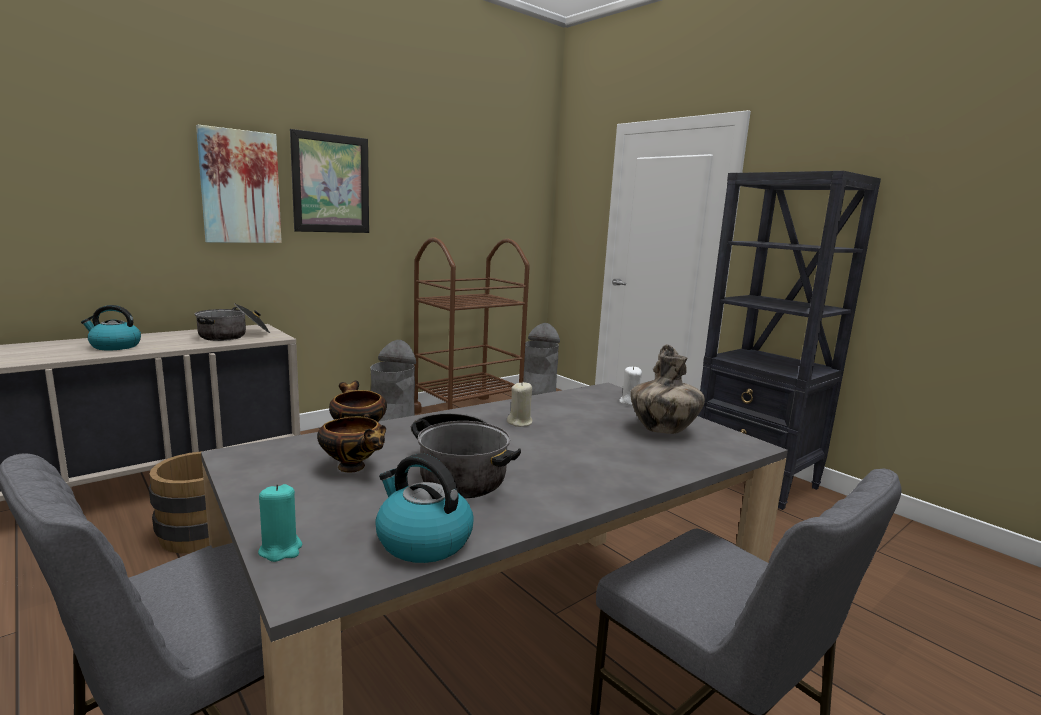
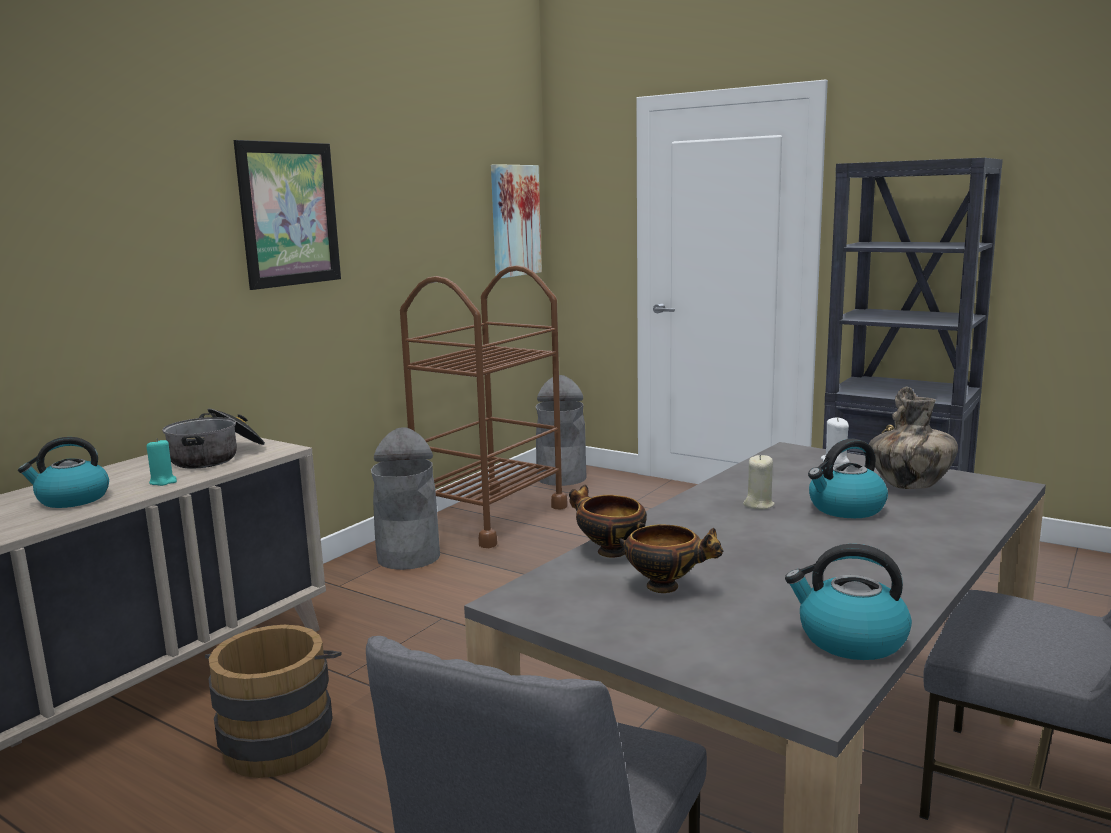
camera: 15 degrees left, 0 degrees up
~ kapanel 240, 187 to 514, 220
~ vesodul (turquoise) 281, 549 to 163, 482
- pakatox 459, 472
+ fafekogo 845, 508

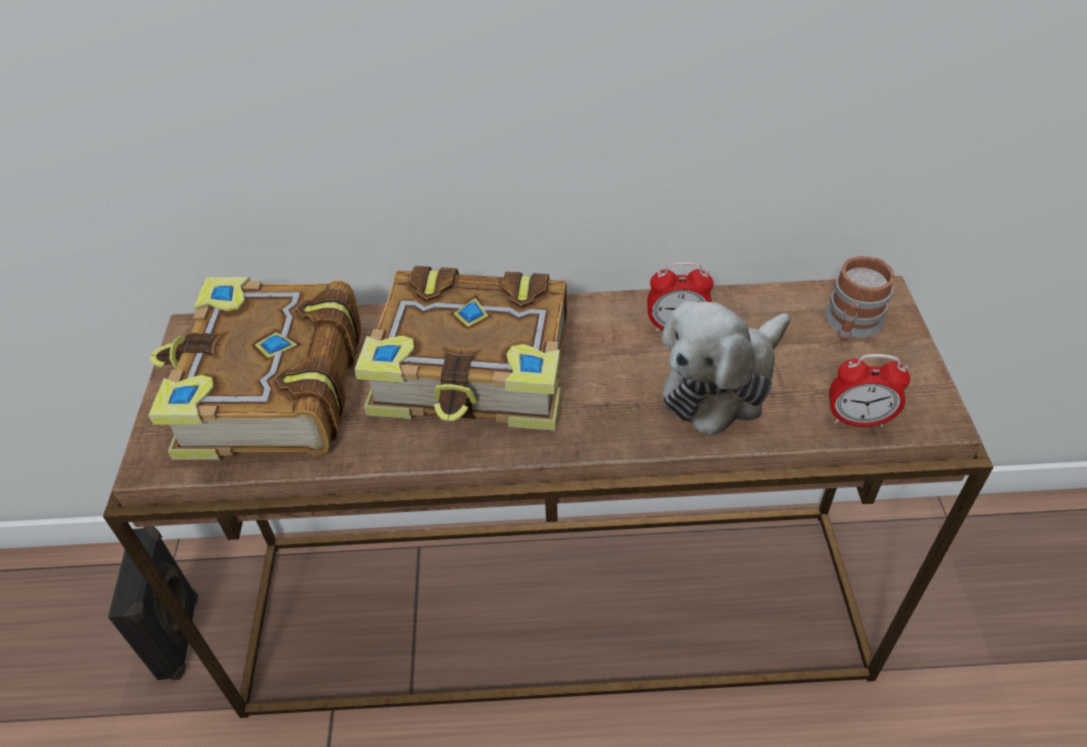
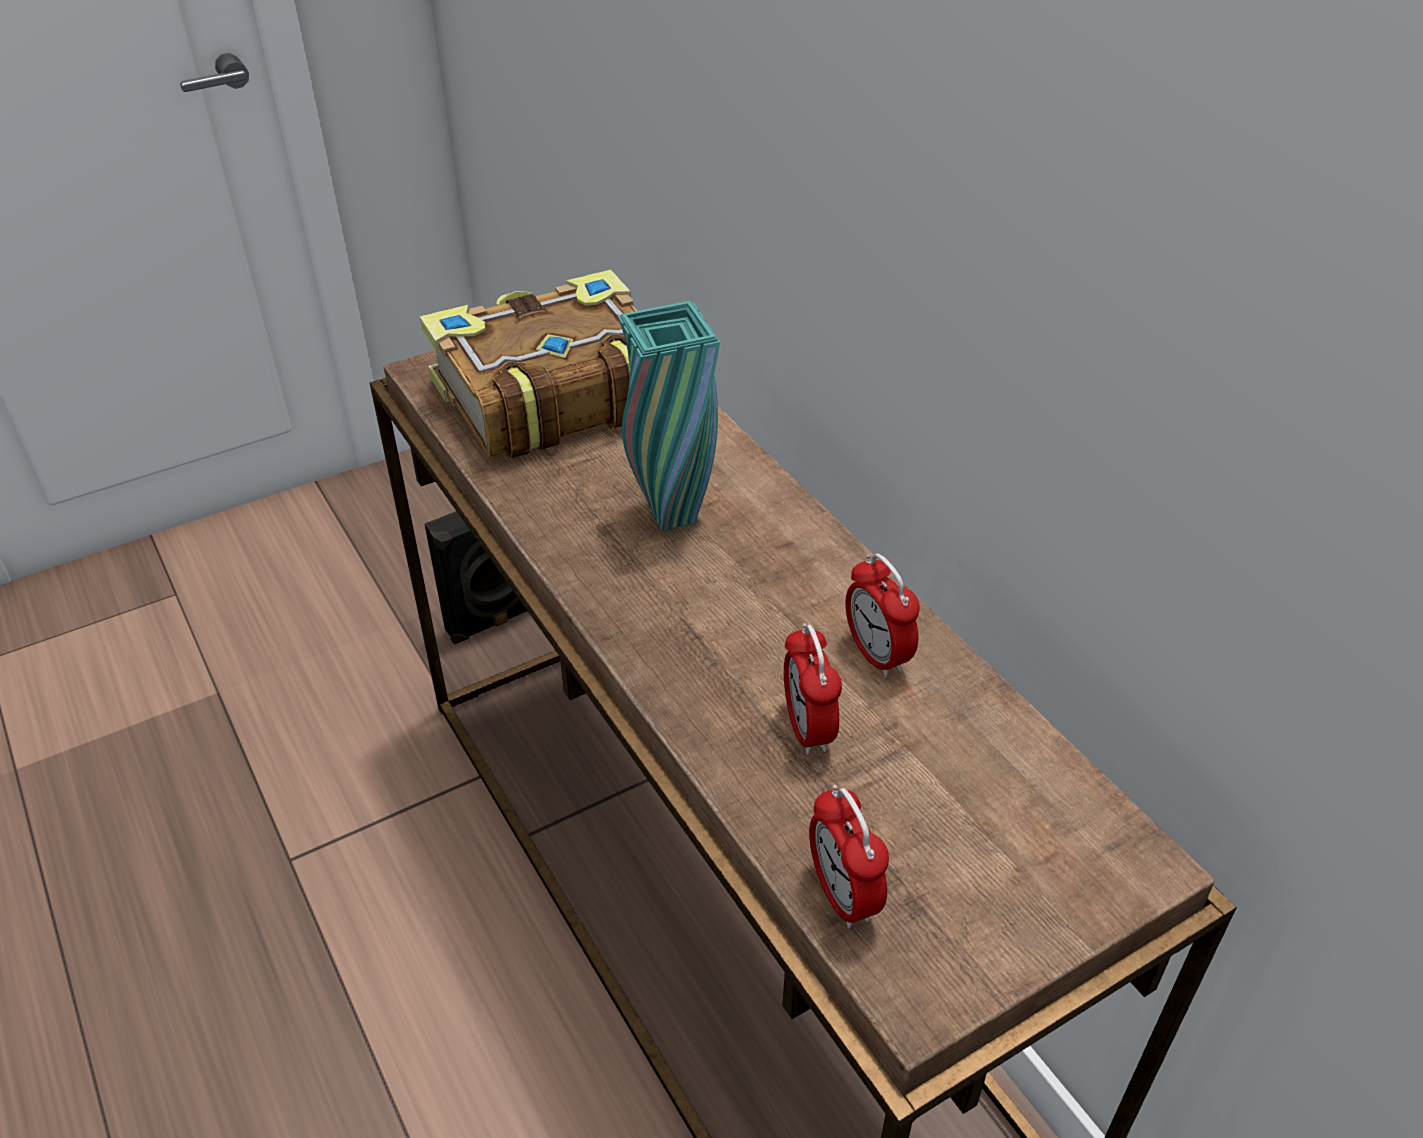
camera: 60 degrees right, 5 degrees down
~ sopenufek 476, 372 to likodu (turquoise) 673, 516
~ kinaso 721, 383 to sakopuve 808, 729
- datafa 850, 325

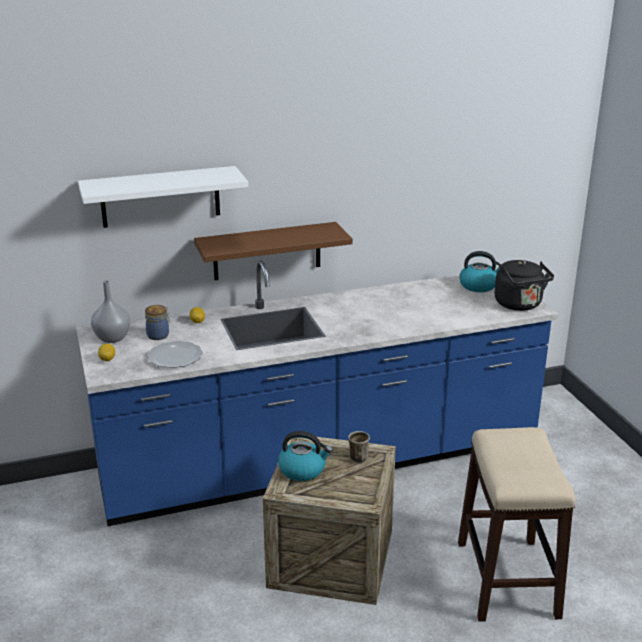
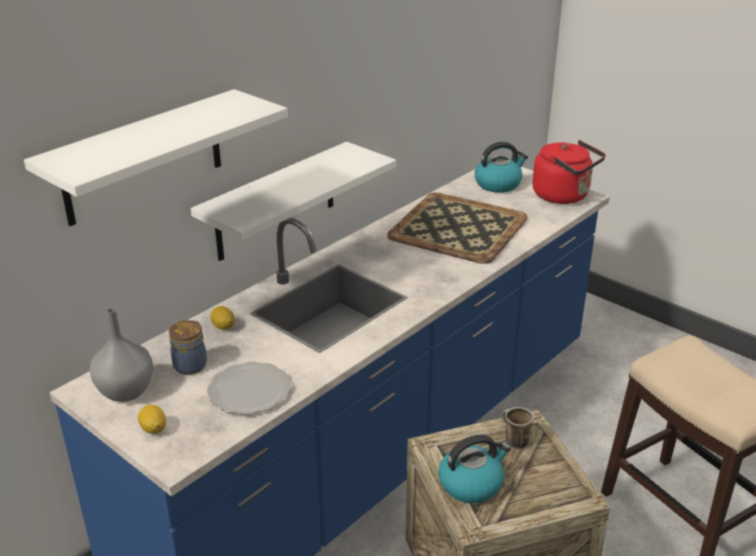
camera: 30 degrees left, 5 degrees up
~ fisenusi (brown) 267, 251 to fisenusi (white) 276, 202
~ fafekogo (black) 520, 305 to fafekogo (red) 564, 196
+ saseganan 456, 228

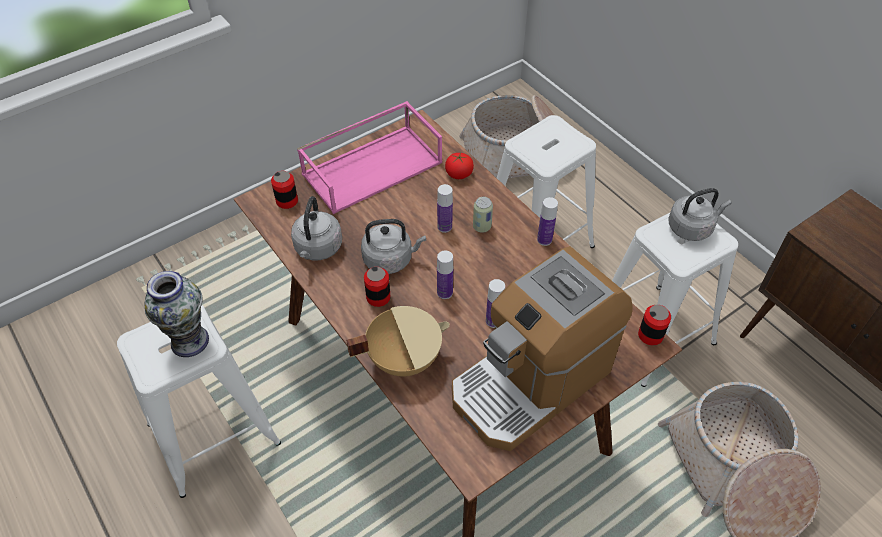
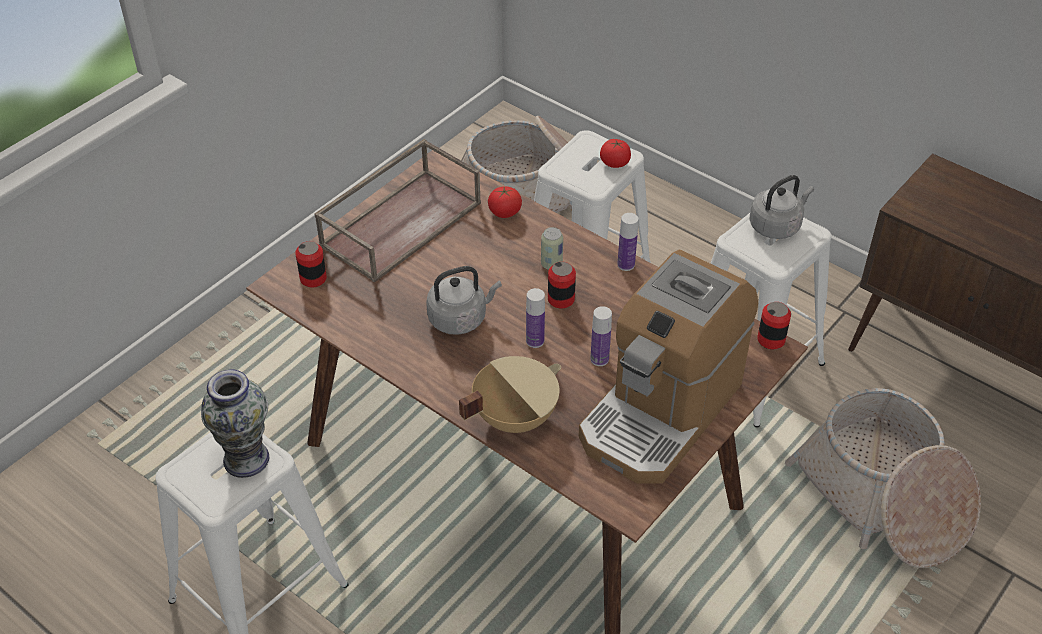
camera: 15 degrees left, 5 degrees down
- fafekogo (grey) 318, 249
~ saseganan (pink) 373, 167 to saseganan (brown) 401, 222
~ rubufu 378, 297 to 561, 299
- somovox 444, 227
+ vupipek 615, 163

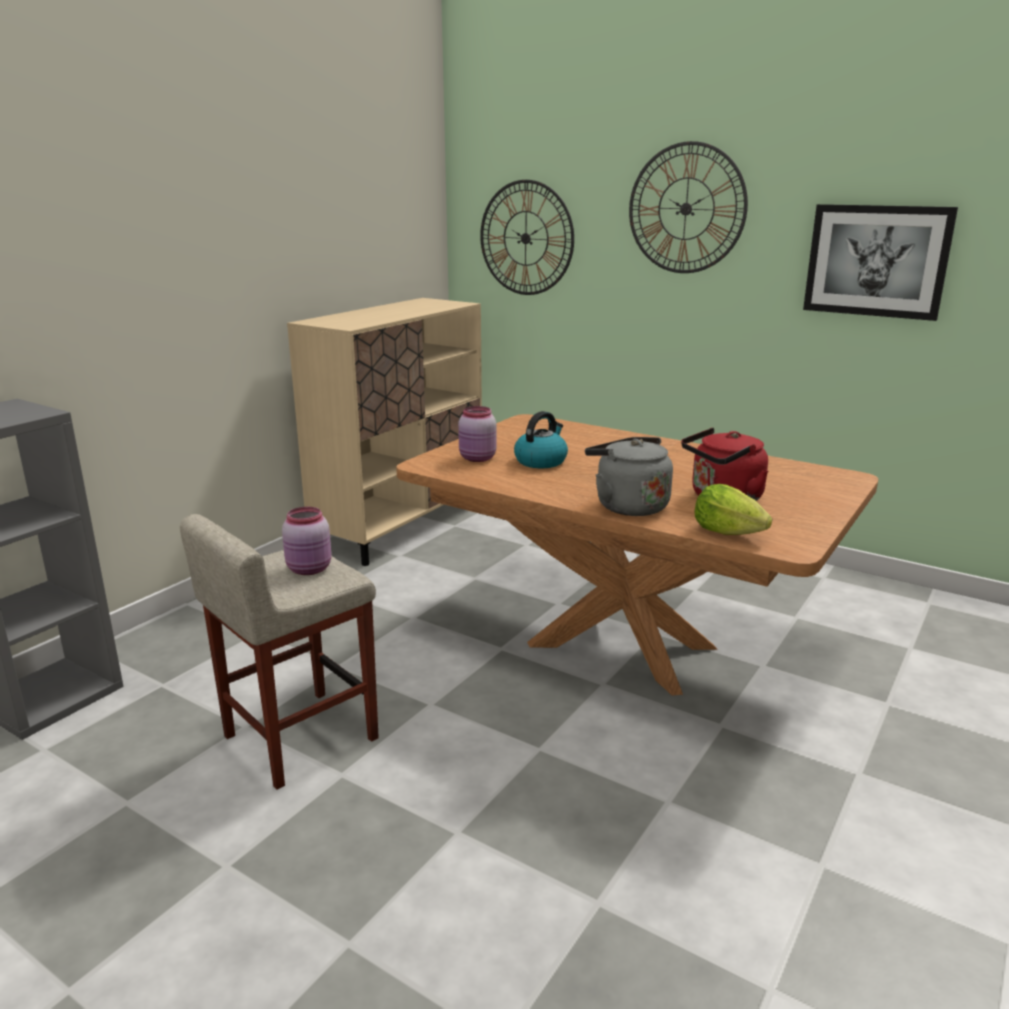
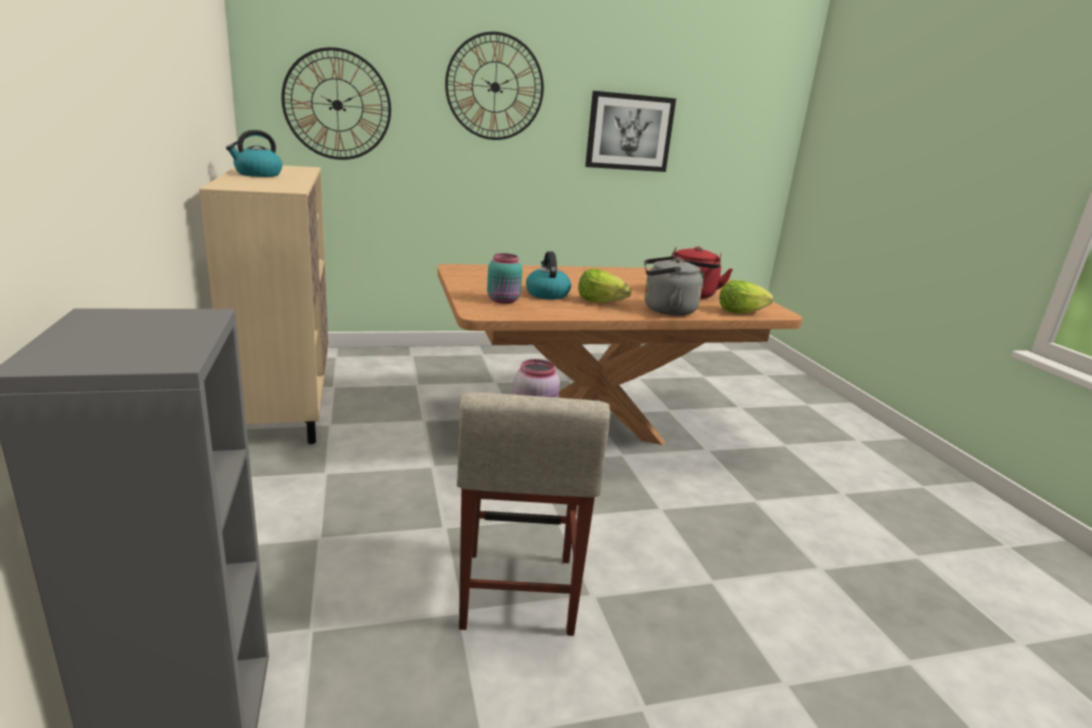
camera: 50 degrees left, 0 degrees up
~ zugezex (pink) 478, 458 to zugezex (turquoise) 504, 301
+ fafekogo 258, 174
+ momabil 600, 302

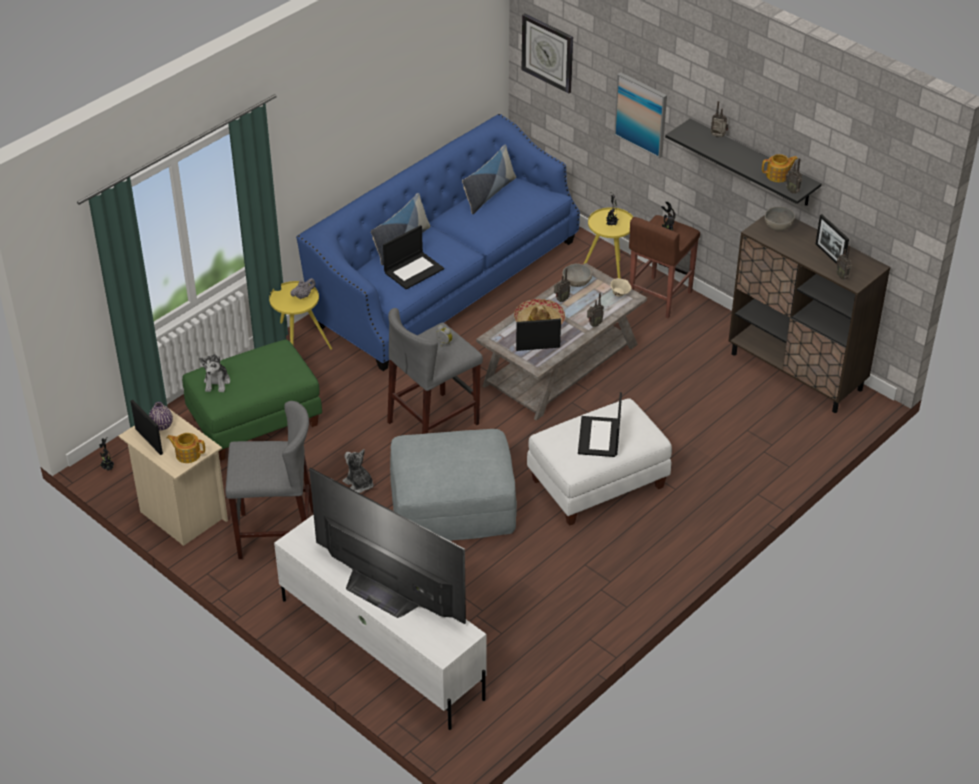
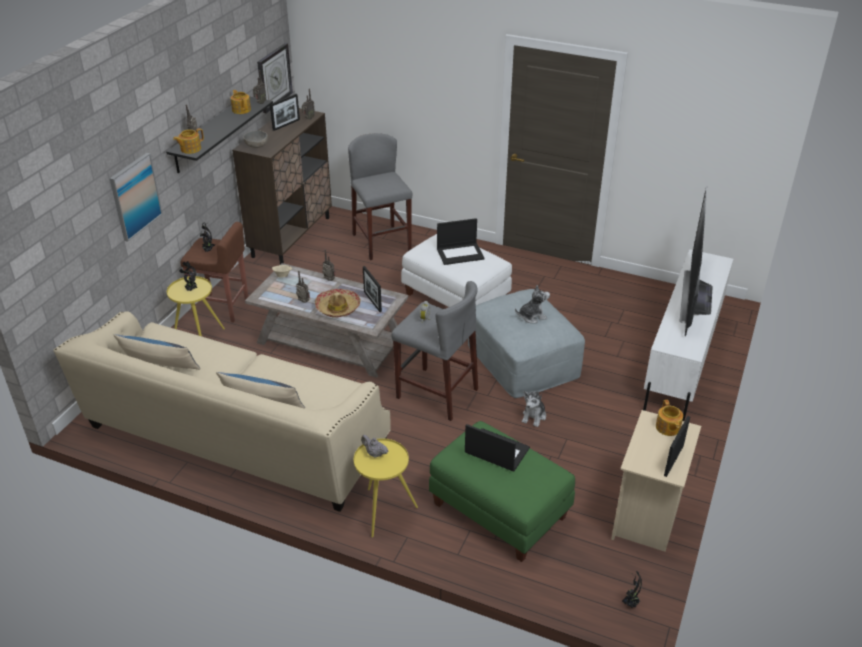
camera: 110 degrees left, 5 degrees down
- likodu (purple) 162, 426
~ kinaso 217, 382 to 532, 316
~ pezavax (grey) 277, 534 to 381, 242
~ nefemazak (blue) 445, 282 to nefemazak (beige) 235, 437
~ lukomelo 414, 270 to 496, 451
~ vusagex 548, 52 to 274, 77
- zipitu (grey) 576, 282
+ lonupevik 190, 149

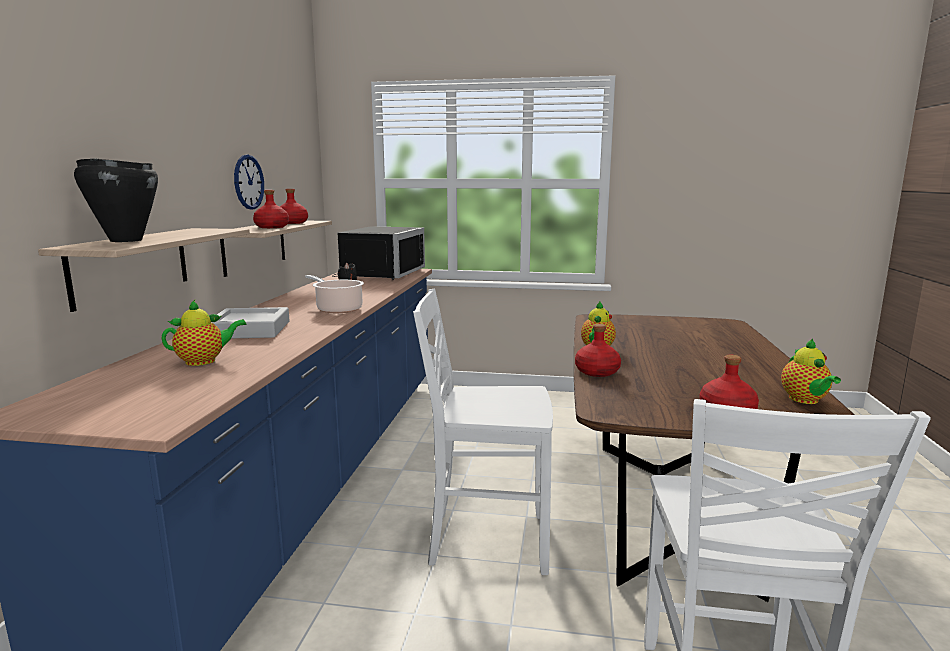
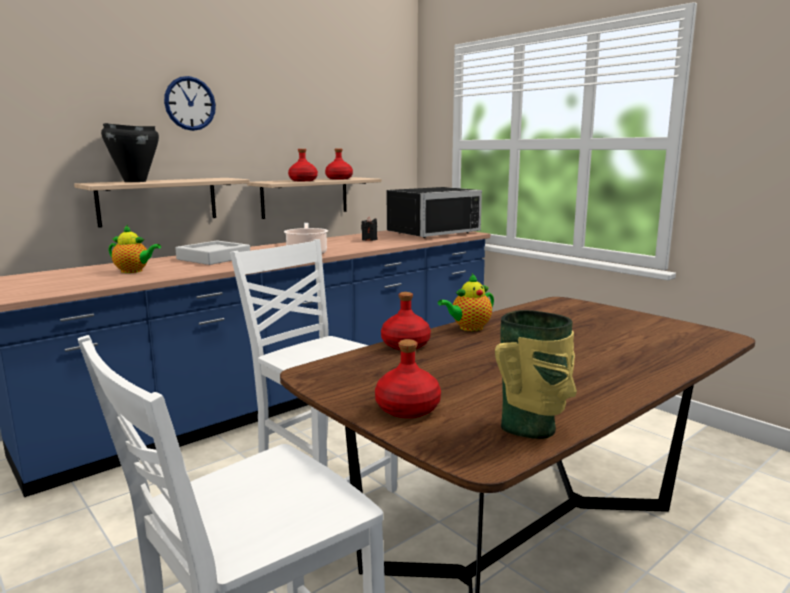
camera: 40 degrees right, 0 degrees up
~ vusagex 248, 182 to 190, 103
~ lonupevik 805, 400 to likodu 531, 428

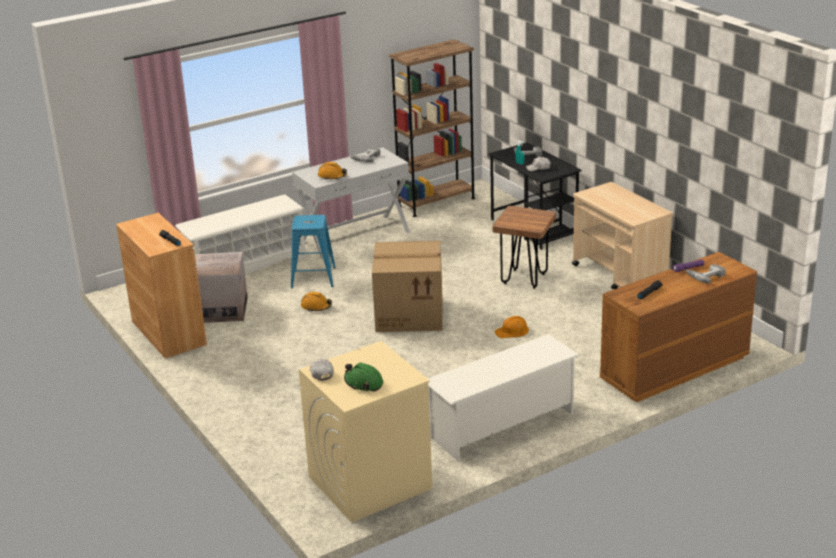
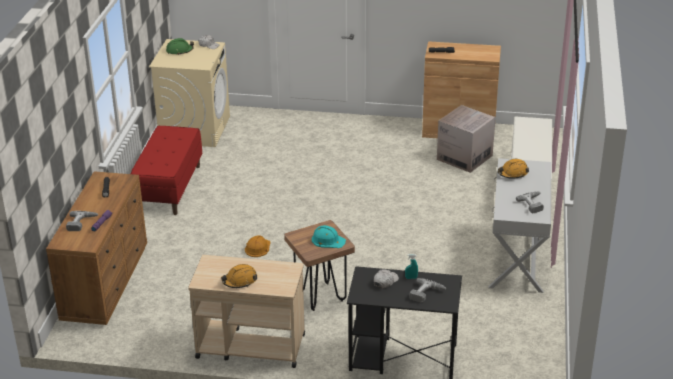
camera: 130 degrees right, 5 degrees up
- pezavax (blue) 313, 278
~ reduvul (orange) 316, 307 to 240, 281
- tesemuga 410, 314
- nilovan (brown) 436, 202
~ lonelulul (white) 502, 425 to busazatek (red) 169, 188
+ reduvul (turquoise) 328, 240

